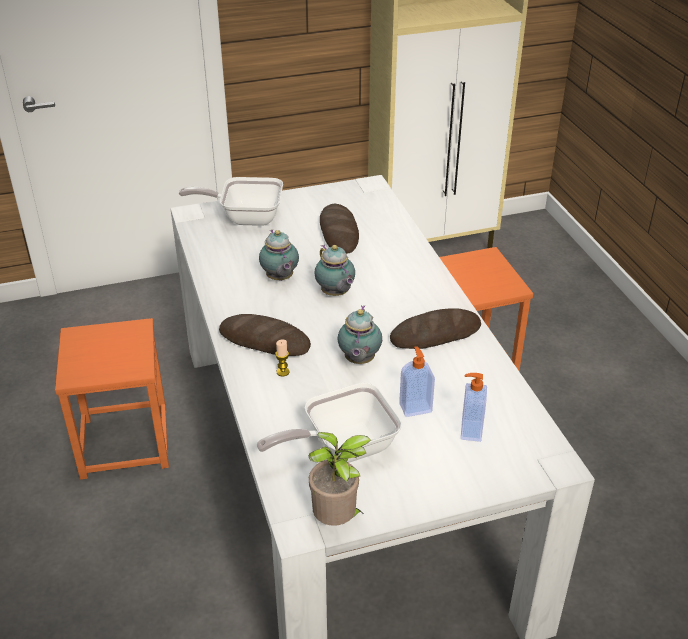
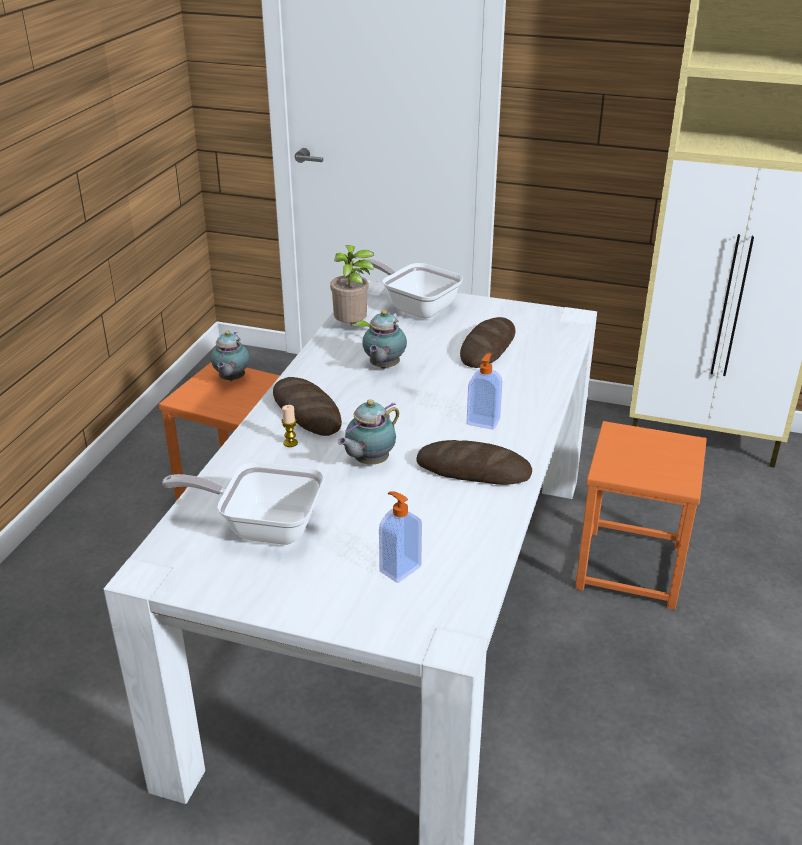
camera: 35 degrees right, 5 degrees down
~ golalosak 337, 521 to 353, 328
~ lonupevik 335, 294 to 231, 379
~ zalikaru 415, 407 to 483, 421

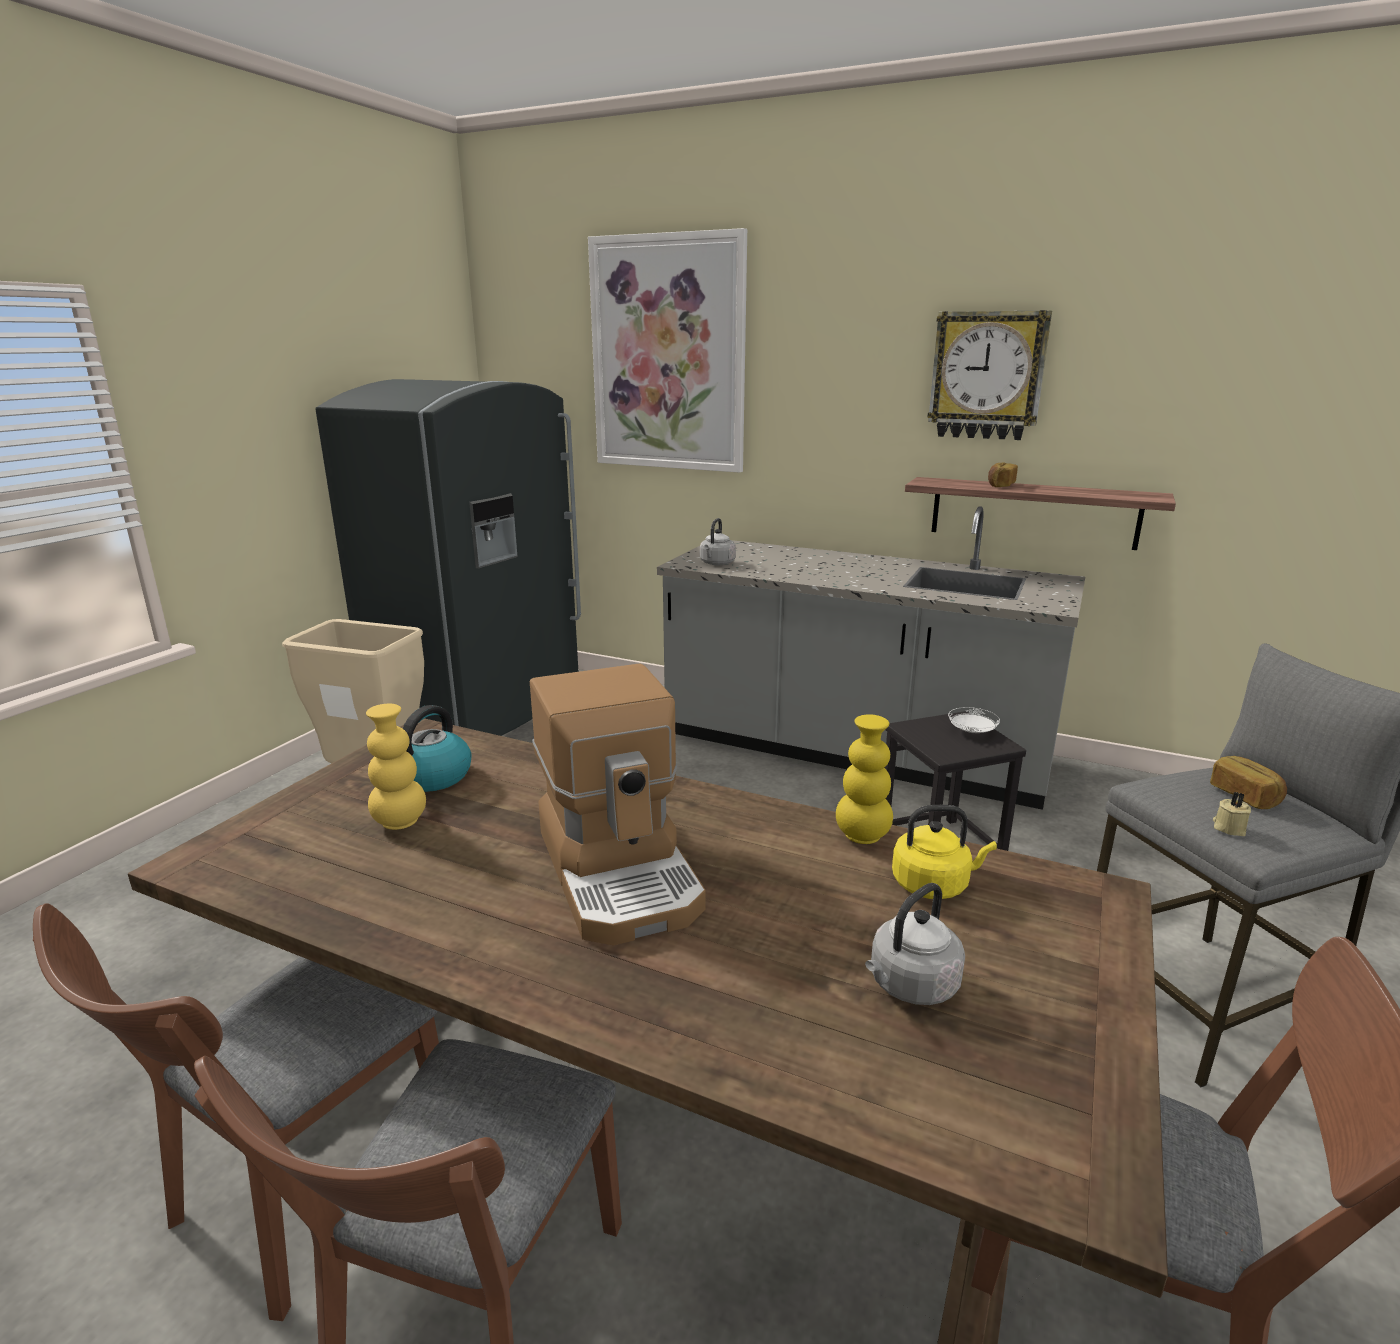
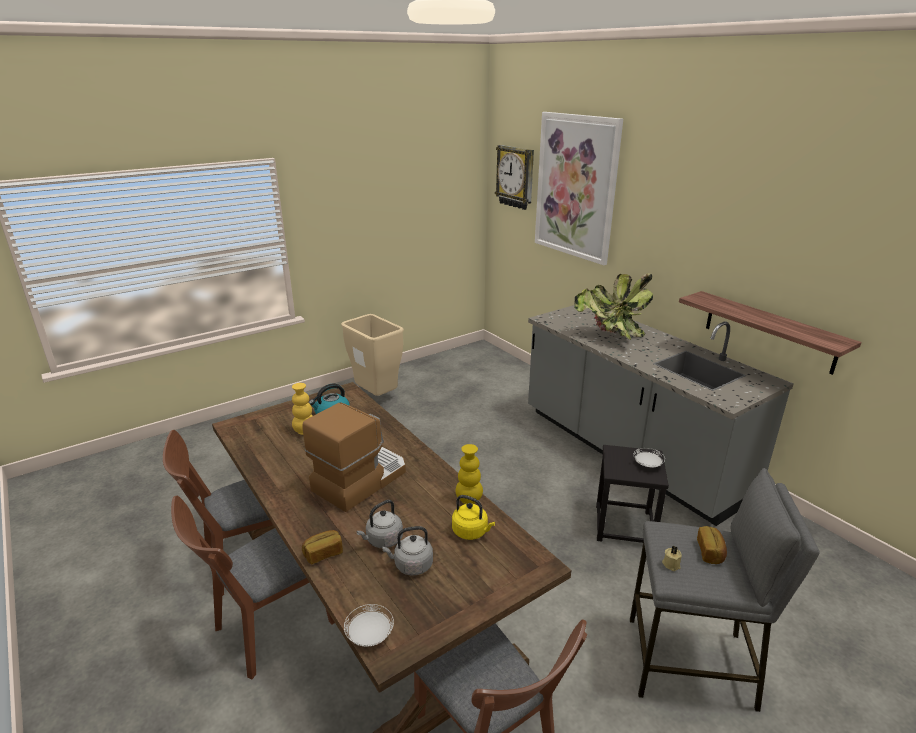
camera: 30 degrees right, 5 degrees up
- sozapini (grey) 483, 707
~ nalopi 621, 871 = 359, 480 150 degrees counterclockwise
~ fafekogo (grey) 716, 564 to 382, 540
~ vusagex 987, 376 to 516, 177
~ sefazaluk 1000, 485 to 323, 553
+ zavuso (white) 370, 635
+ golalosak 610, 336

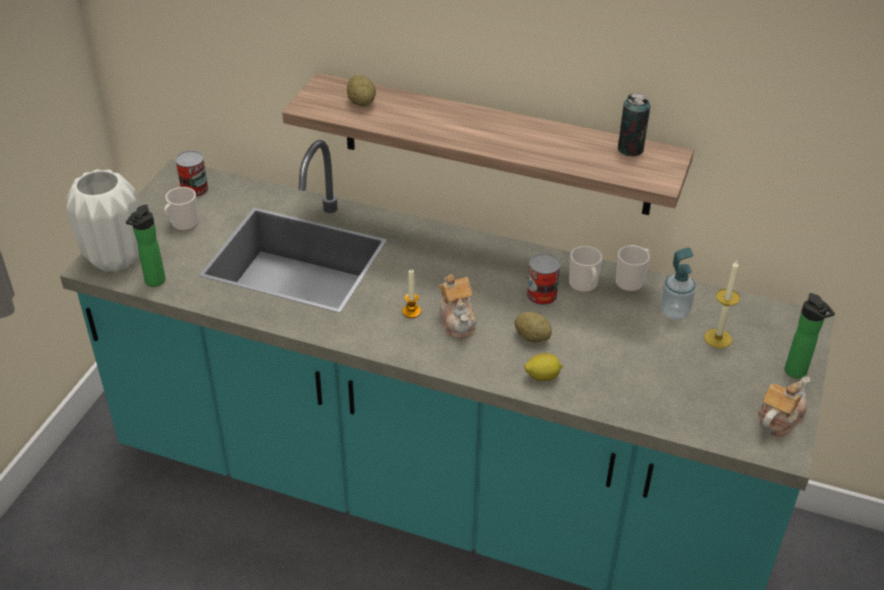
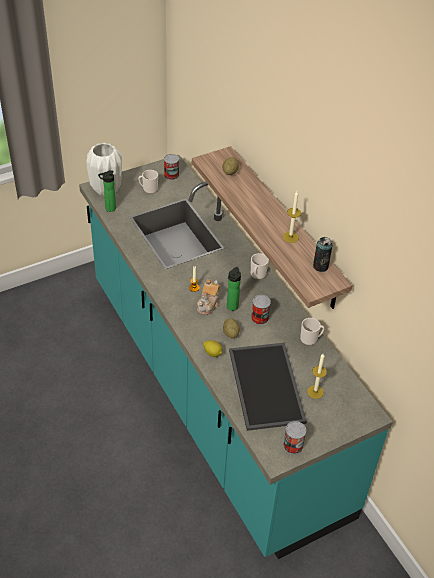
camera: 40 degrees right, 5 degrees up
~ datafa 584, 285 to 257, 275
- zalikaru 674, 312
~ lonupevik 779, 419 to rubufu 293, 445
~ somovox 797, 373 to 231, 308
+ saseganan 268, 386
+ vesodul 290, 237

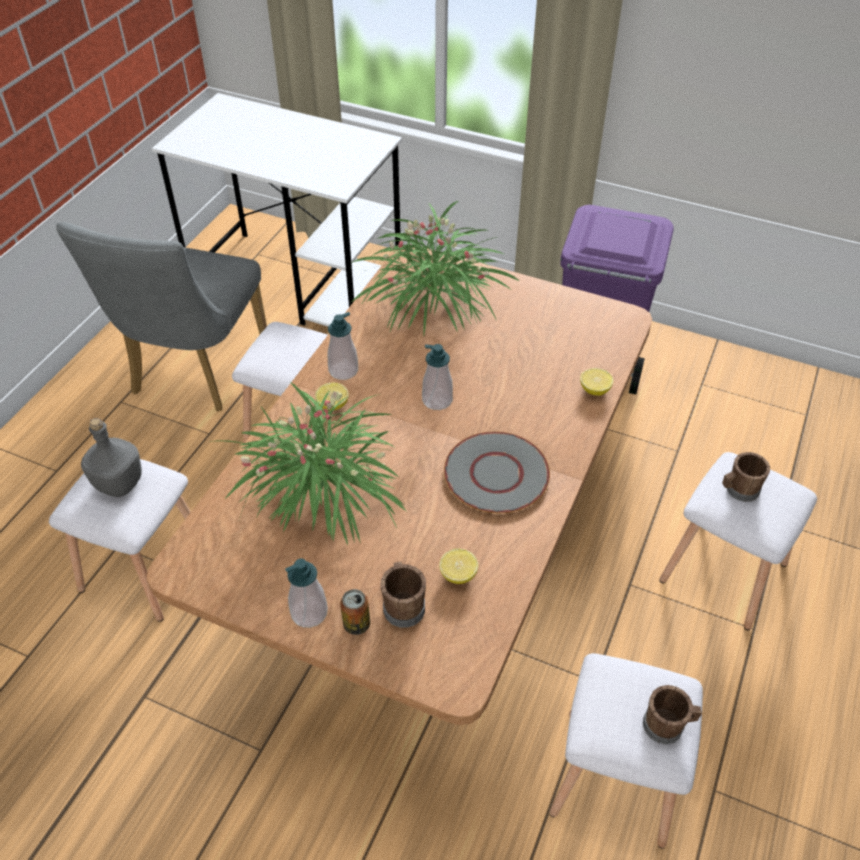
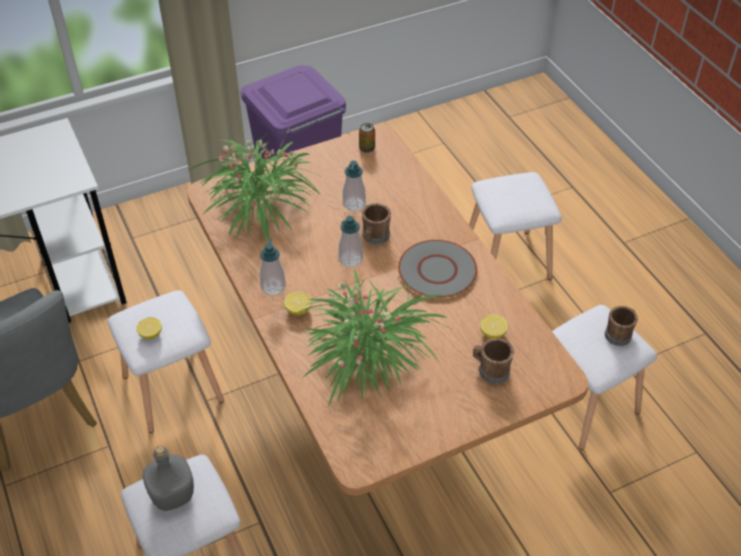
camera: 50 degrees left, 0 degrees up
~ zalikaru 309, 612 to 354, 204
~ rubufu 356, 624 to 367, 148
~ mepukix 594, 390 to 150, 334
~ datafa (brown) 738, 490 to 374, 237

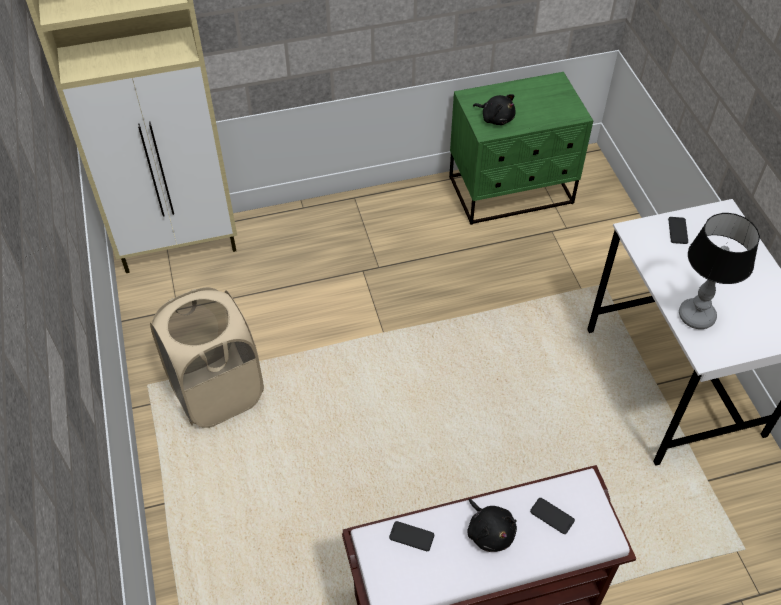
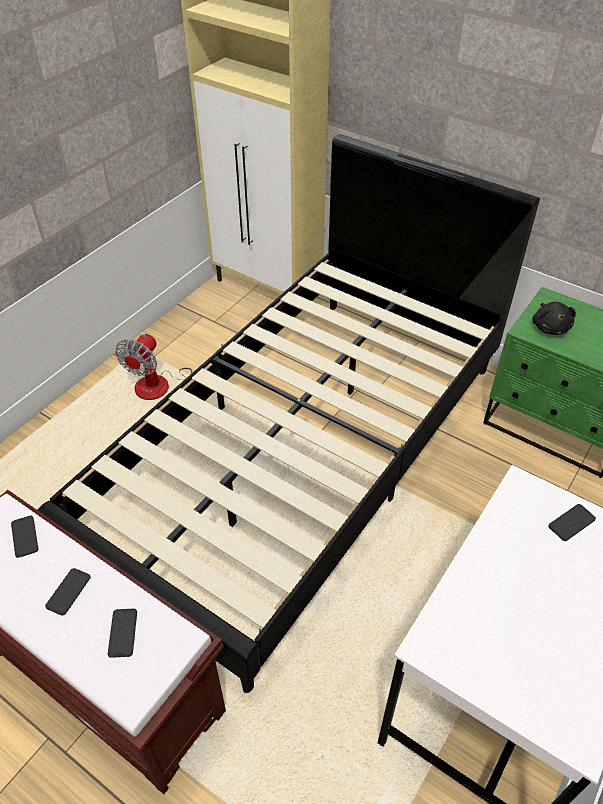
camera: 50 degrees right, 5 degrees down
~ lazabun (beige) 217, 392 to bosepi 165, 385
~ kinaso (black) 489, 532 to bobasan 68, 591
- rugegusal 696, 317
+ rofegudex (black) 302, 454

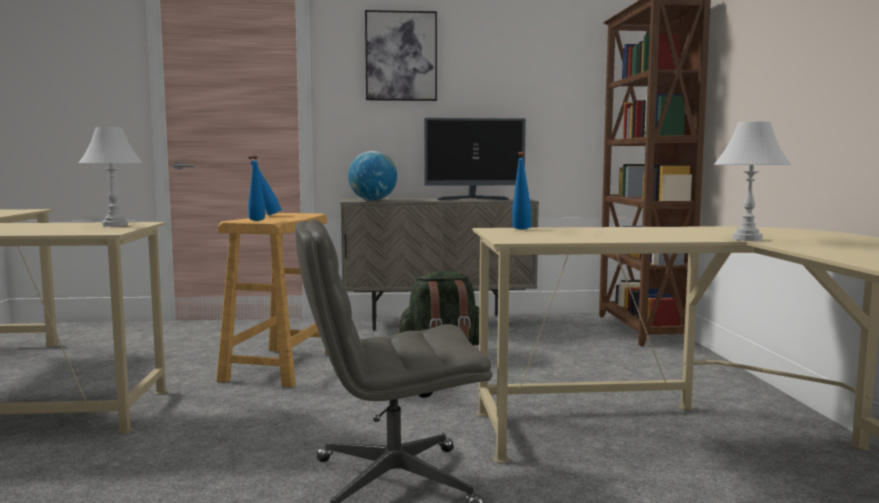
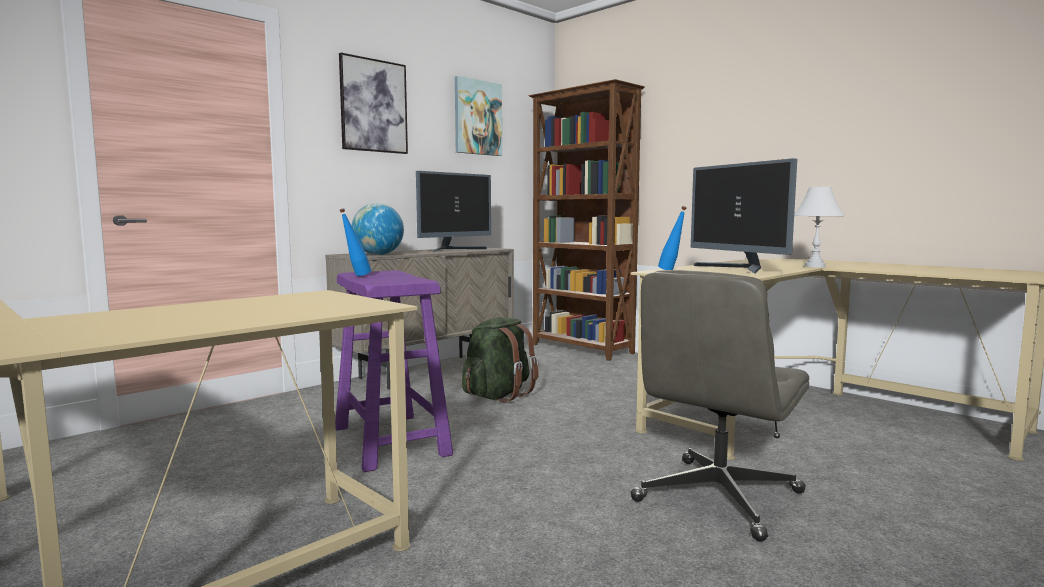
camera: 40 degrees left, 0 degrees up
- rugegusal (white) 114, 225
~ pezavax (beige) 280, 367 to pezavax (purple) 390, 441
- somovox (blue) 257, 220
+ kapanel 477, 117
+ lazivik 739, 269

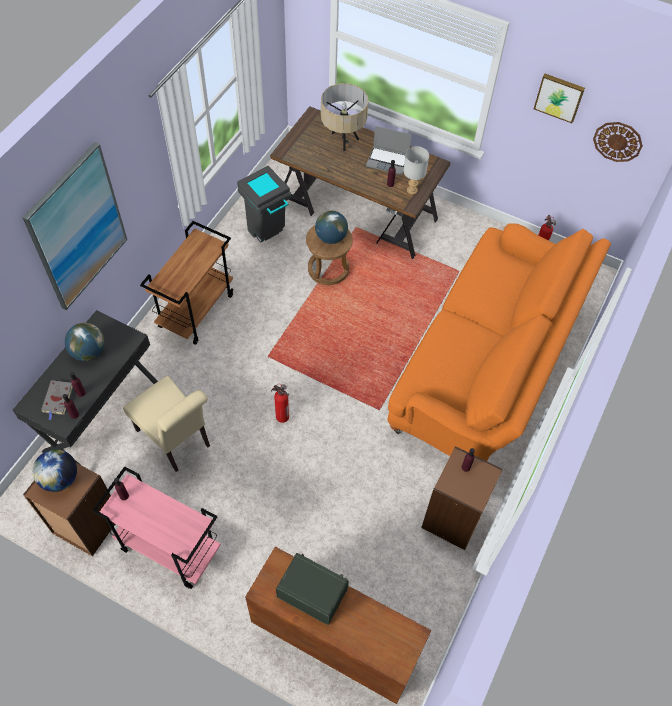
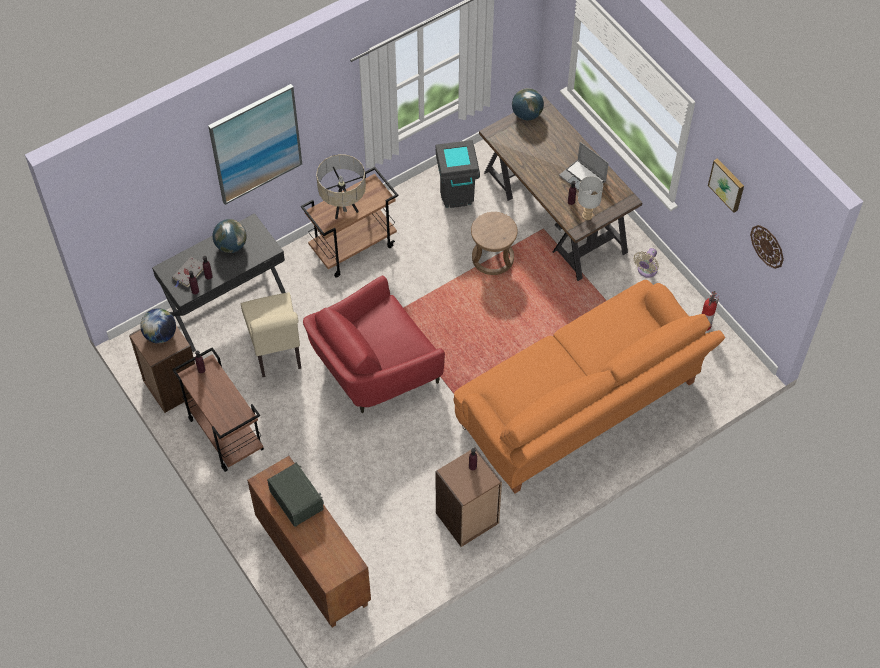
camera: 30 degrees right, 0 degrees up
~ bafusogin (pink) 168, 548 to bafusogin (brown) 225, 434
~ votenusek 281, 416 to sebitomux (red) 374, 370
~ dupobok 331, 238 to 527, 114
~ rugegusal (beige) 343, 140 to 343, 206
+ bosepi (beige) 646, 271

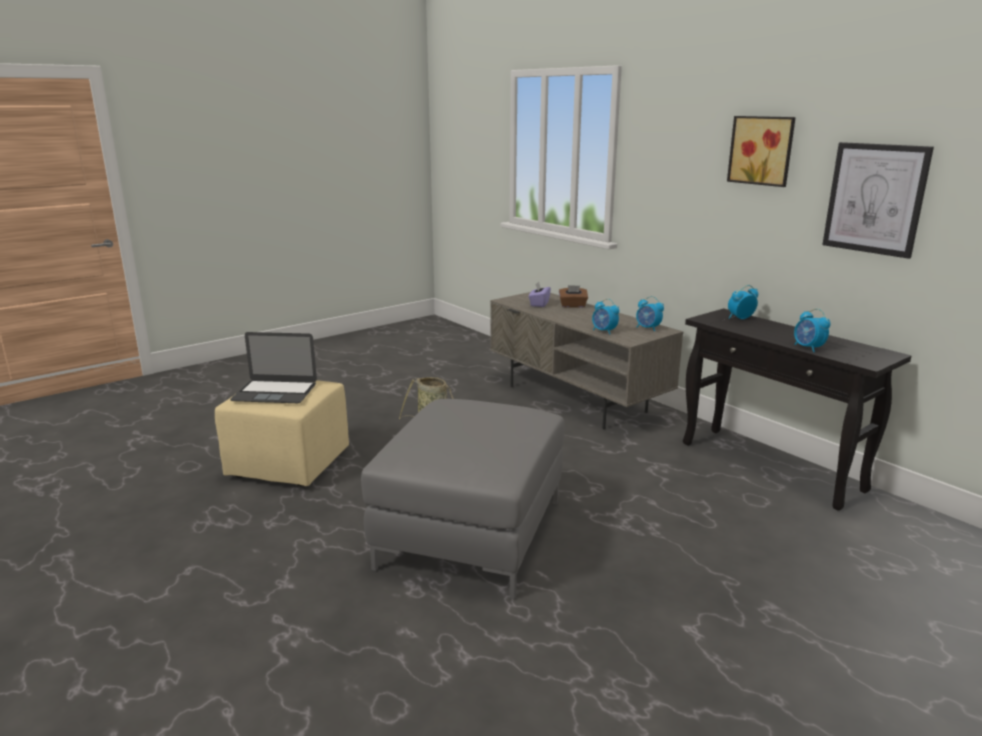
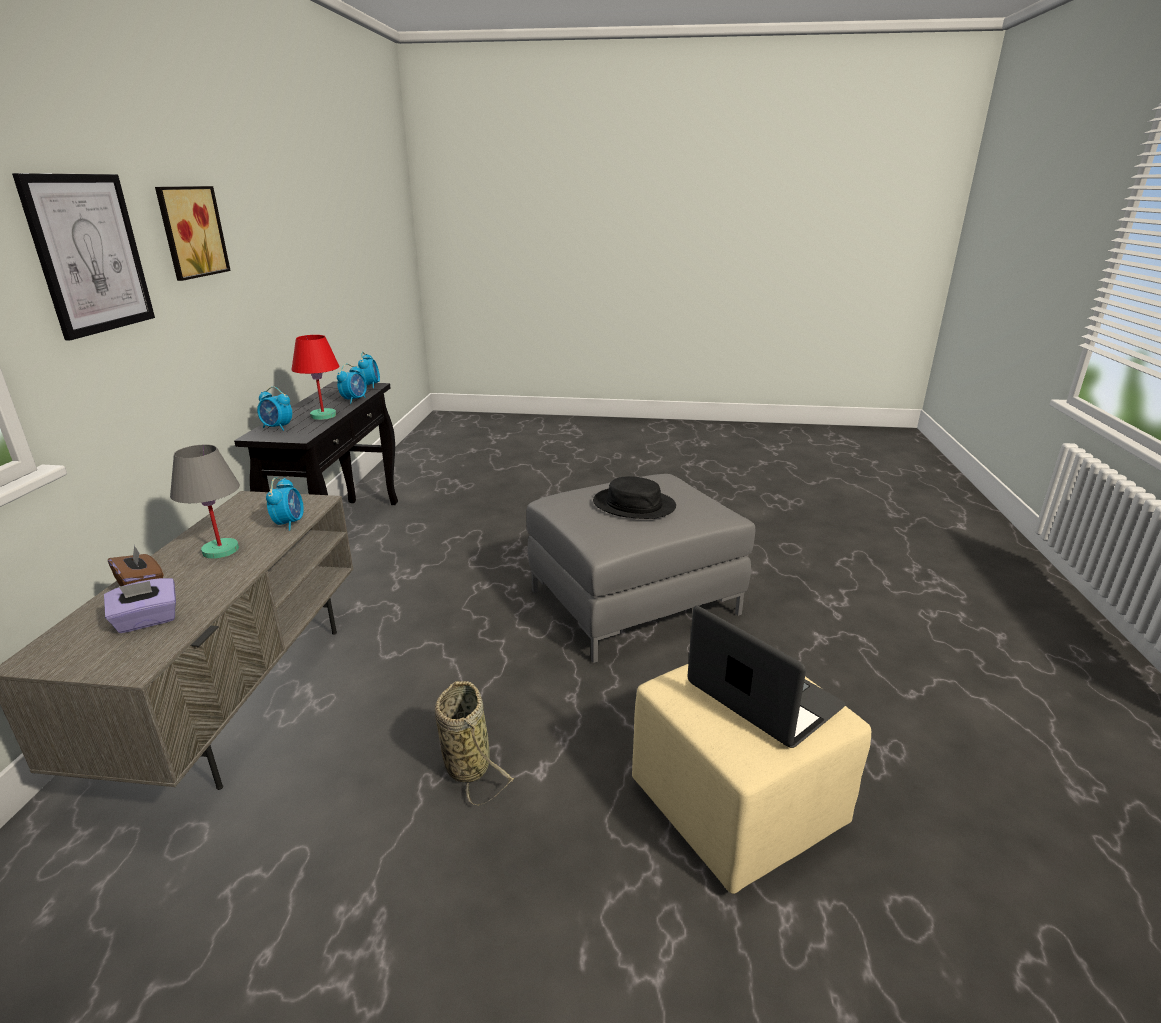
camera: 135 degrees left, 5 degrees up
~ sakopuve 648, 328 to 371, 385
~ kapanel 875, 199 to 89, 254
+ rugegusal (grey) 220, 551
+ rugegusal (red) 323, 415
+ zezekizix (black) 634, 505

